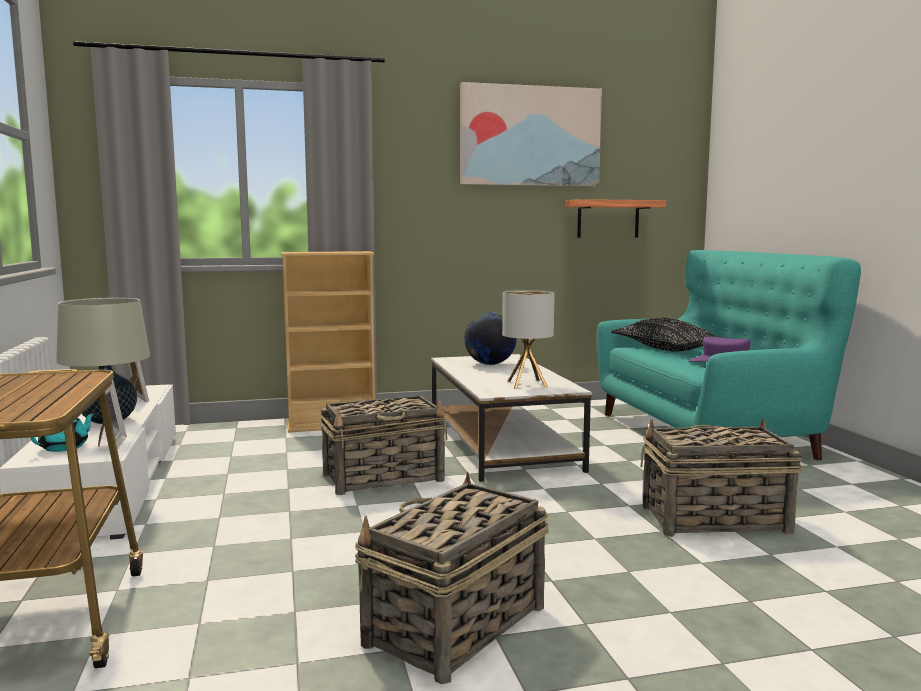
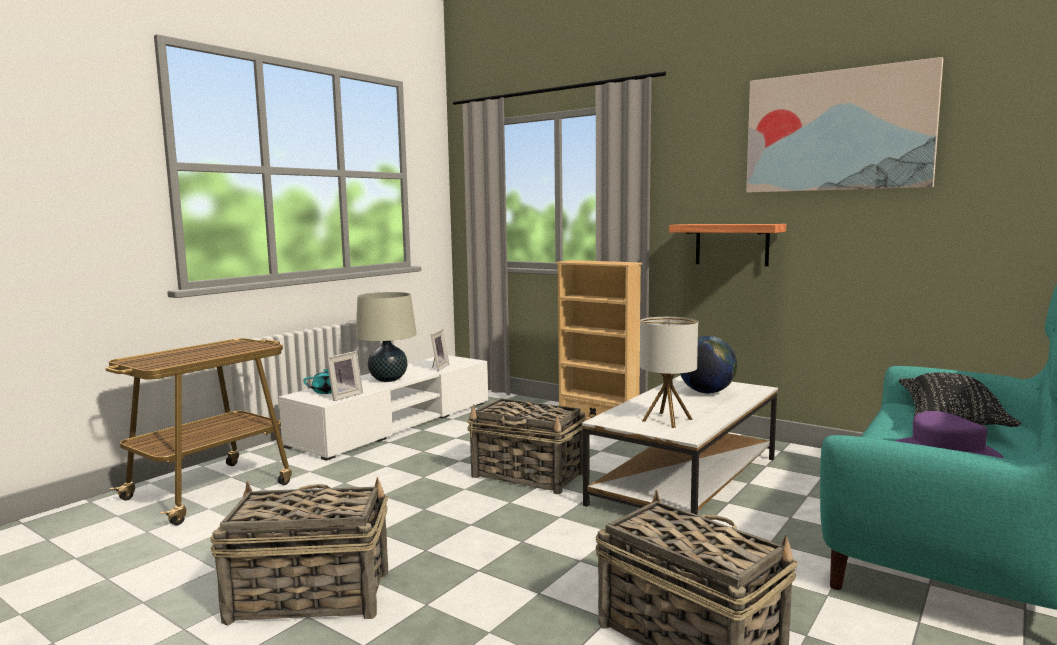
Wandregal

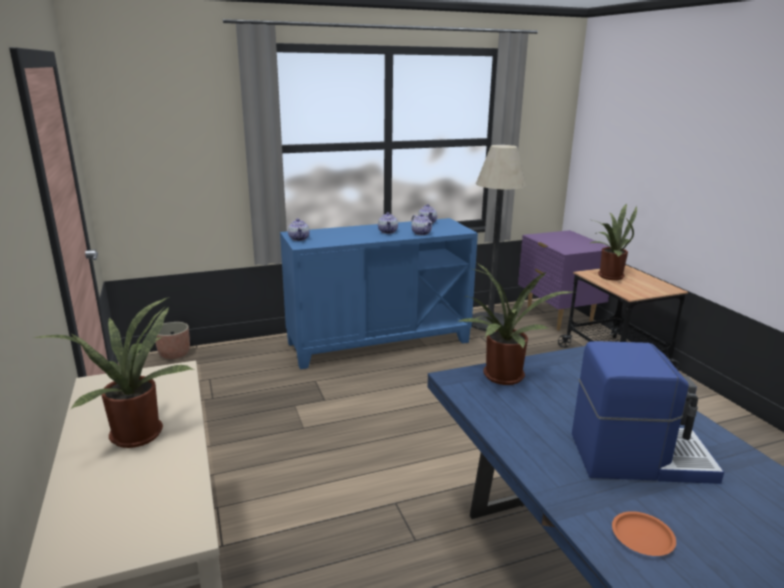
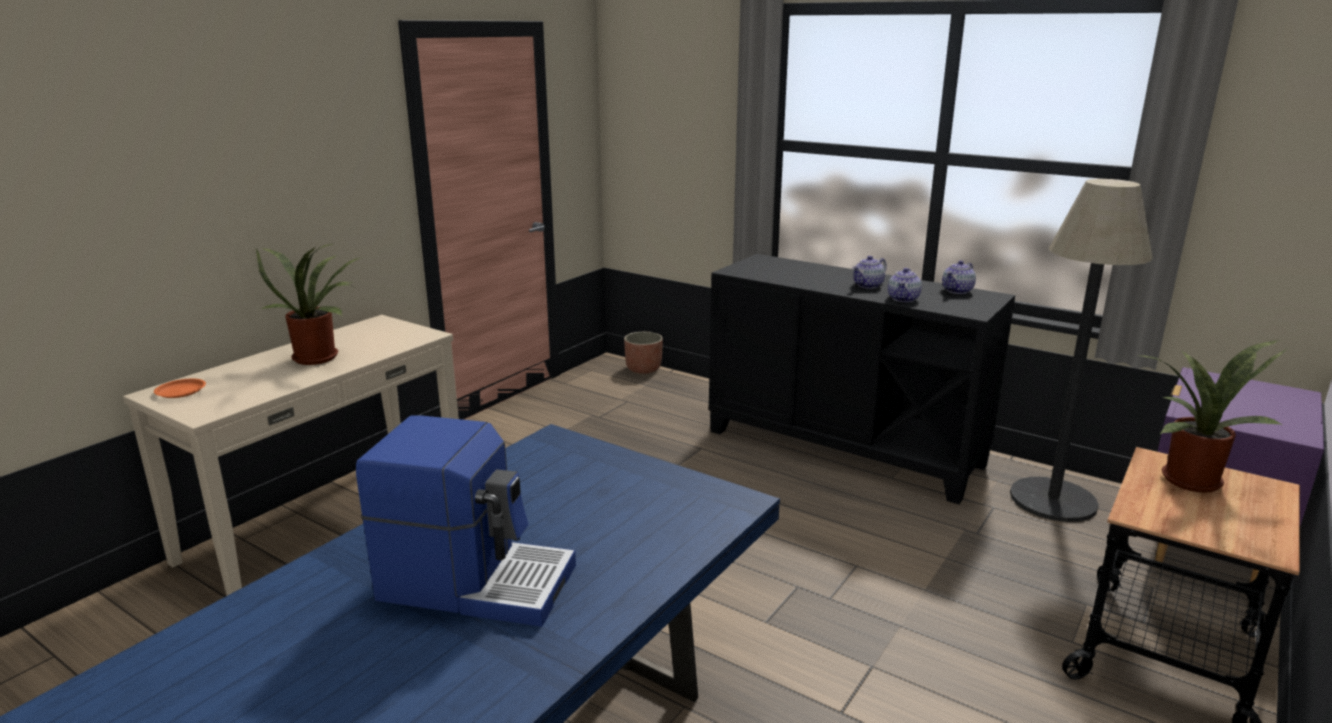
Teekanne (no. 1 from left in the first image)
Topfpflanze (no. 2 from left in the first image)
Teller (orange)
Schrank (schwarz)
Kaffeemaschine

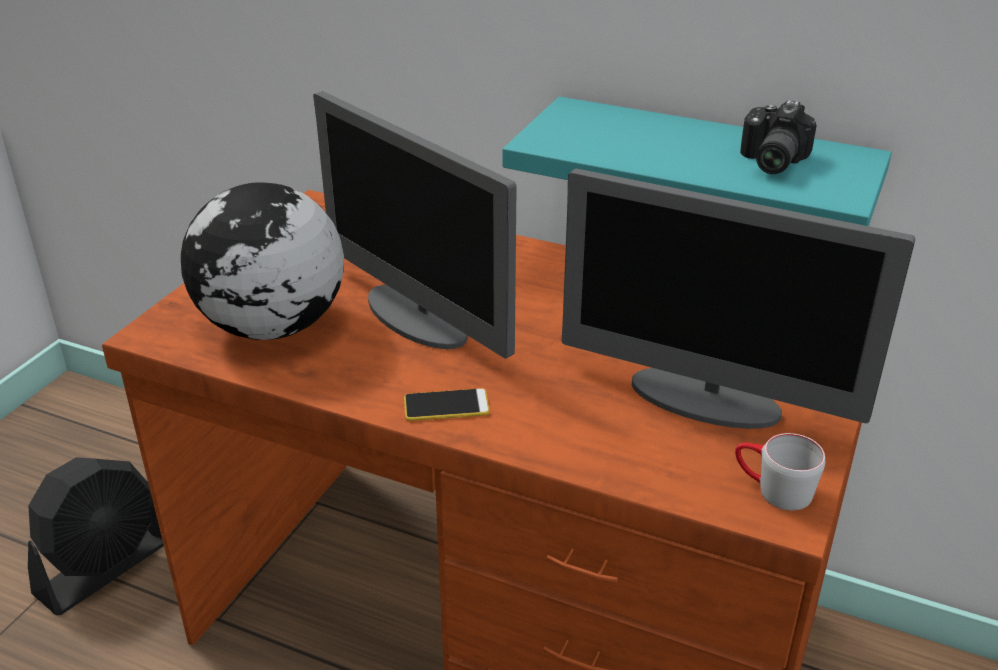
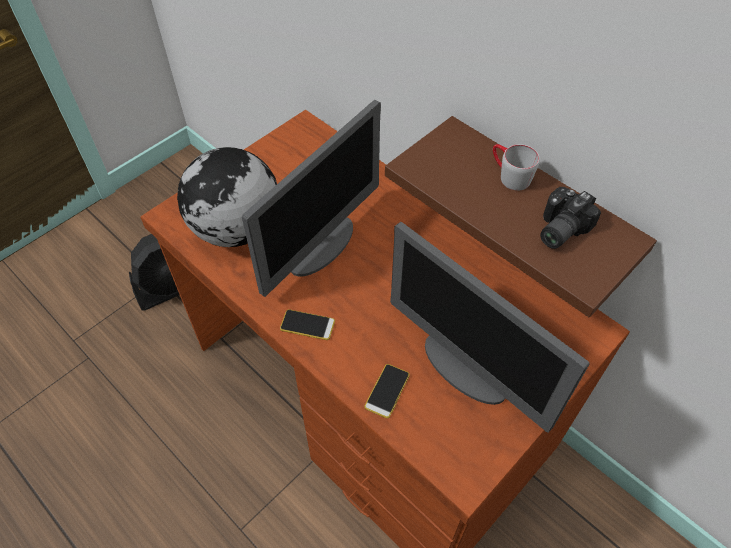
Handy (no. 2 from left)
Henkelbecher (grau)
Wandregal (braun)
Monitor (no. 1 from left)

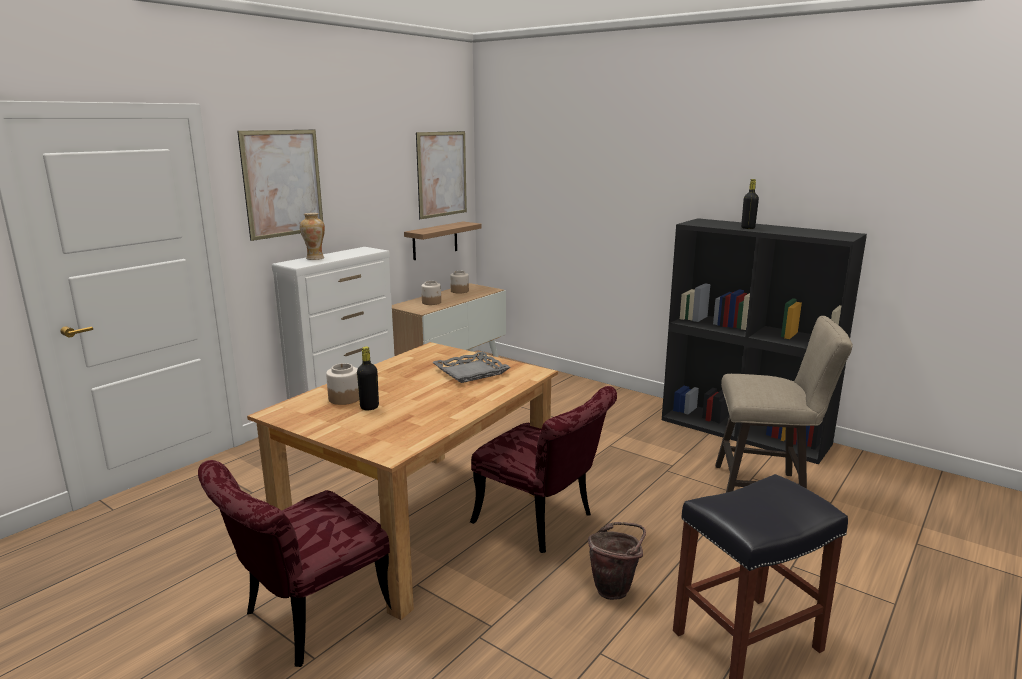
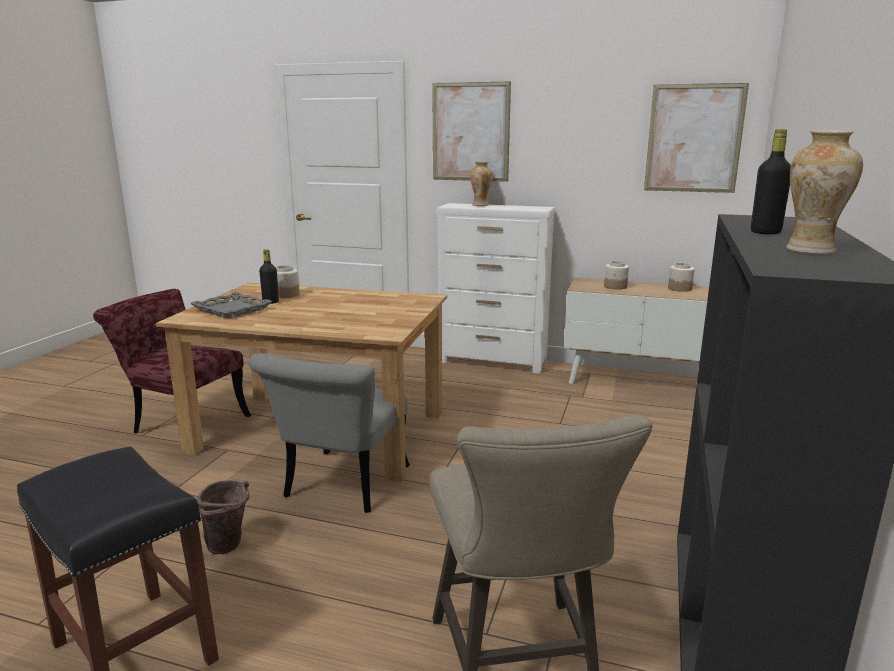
Wandregal
Vase (no. 2 from left)
Tablett (grau)
Stuhl (grau)

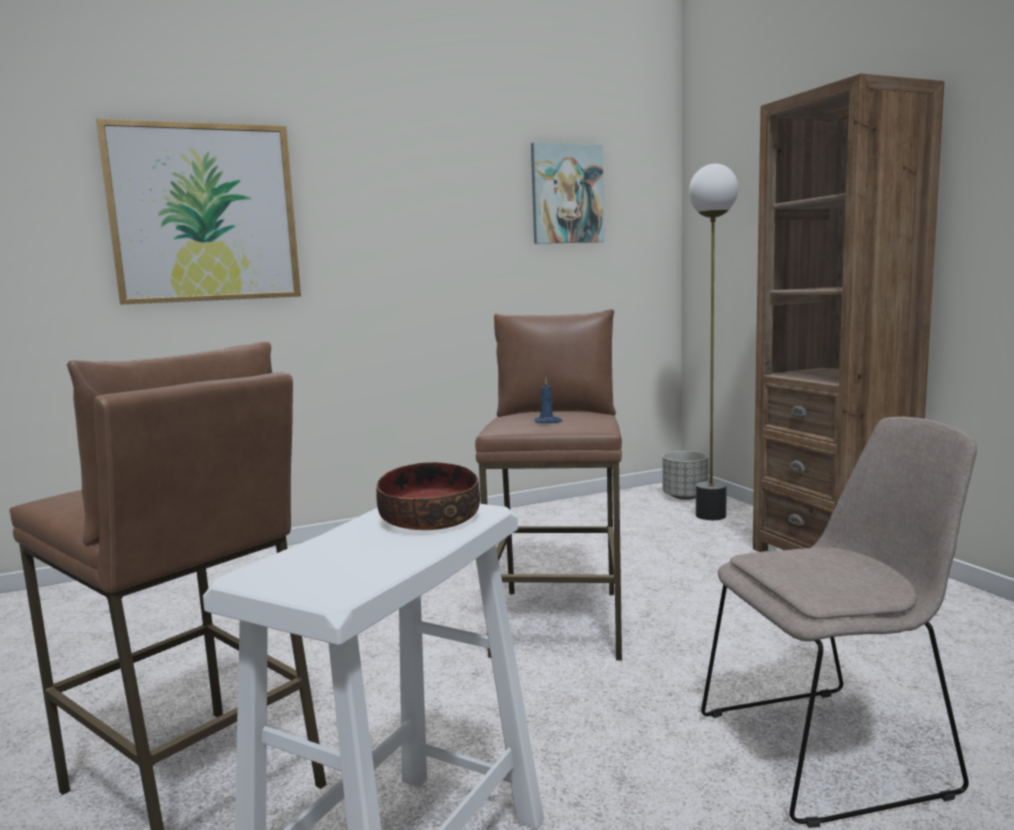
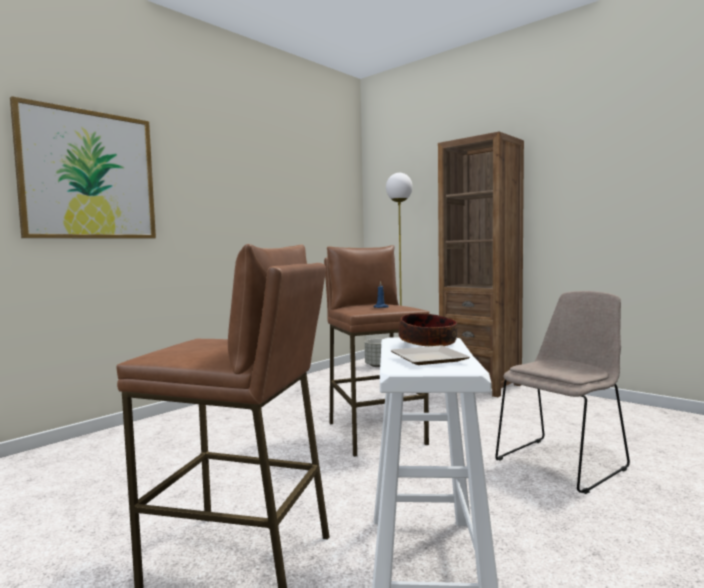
Bild (no. 2 from left in the first image)
Teller

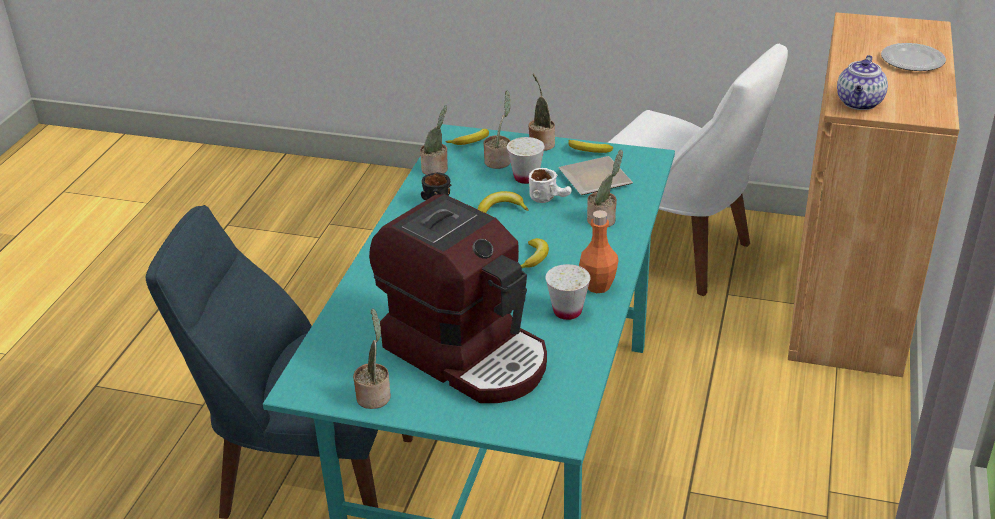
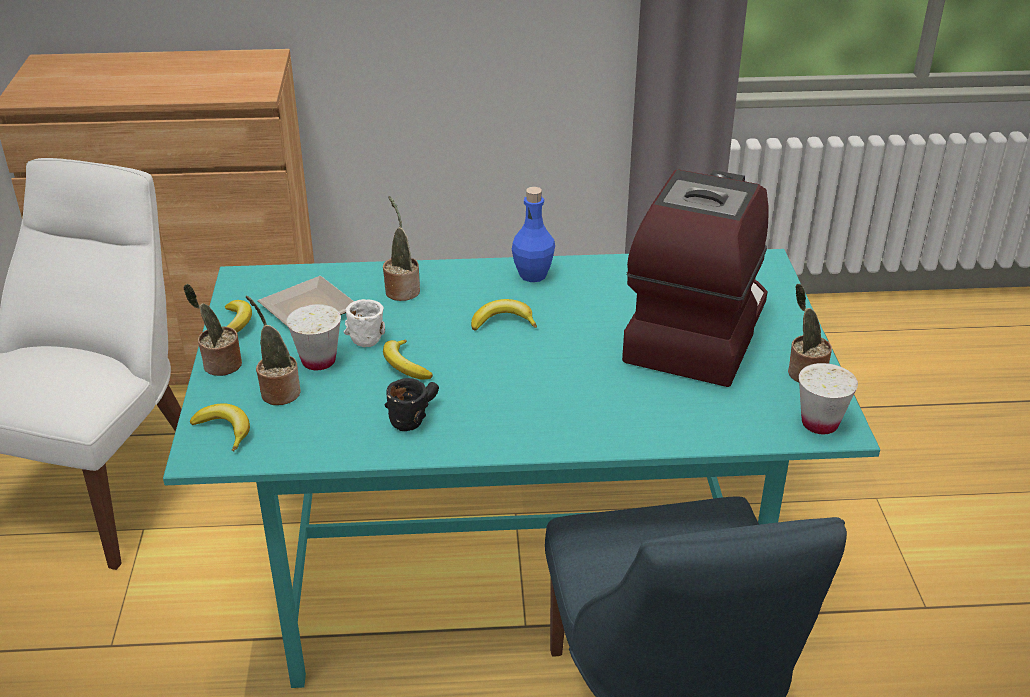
Topfpflanze (no. 2 from left in the first image)
Teekanne
Teller (no. 2 from left in the first image)
Tasse (weiß) (no. 2 from left)
Flasche (blau)

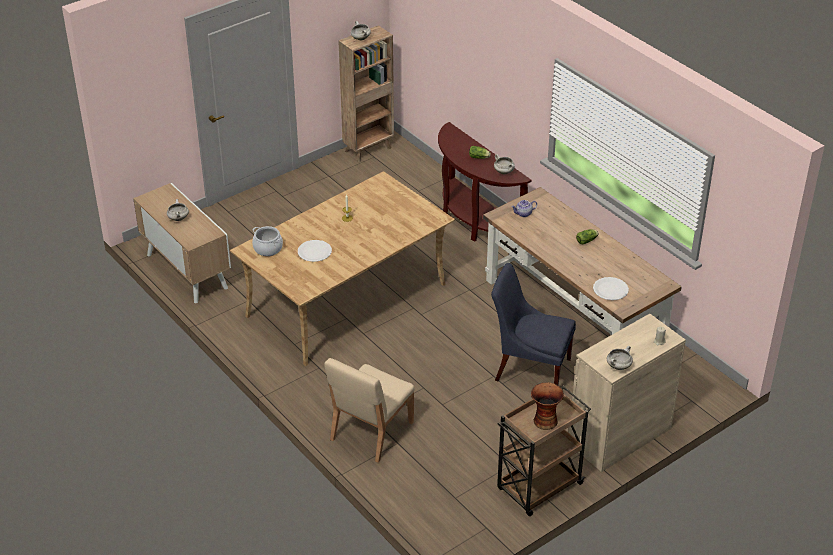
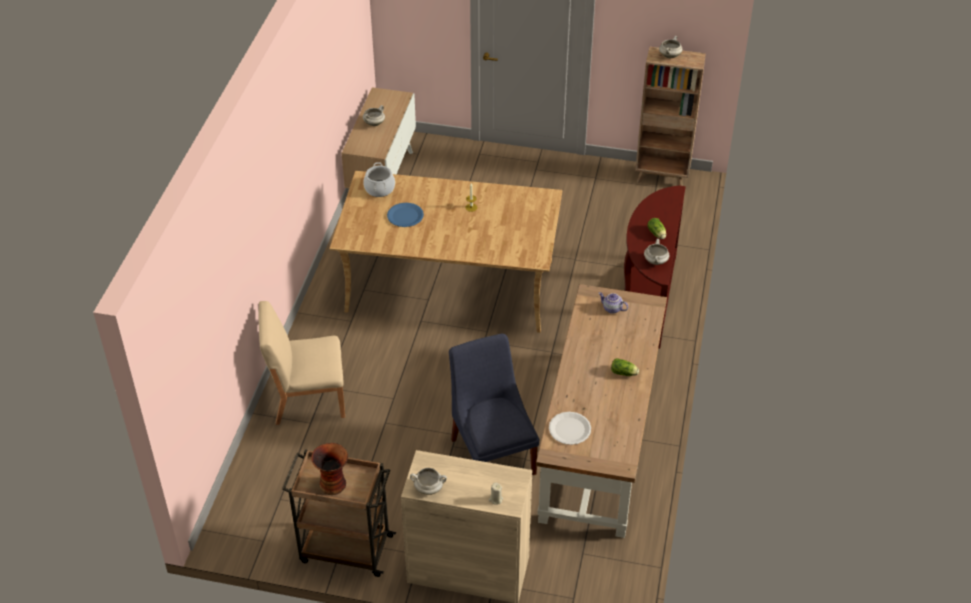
Teller (blau)

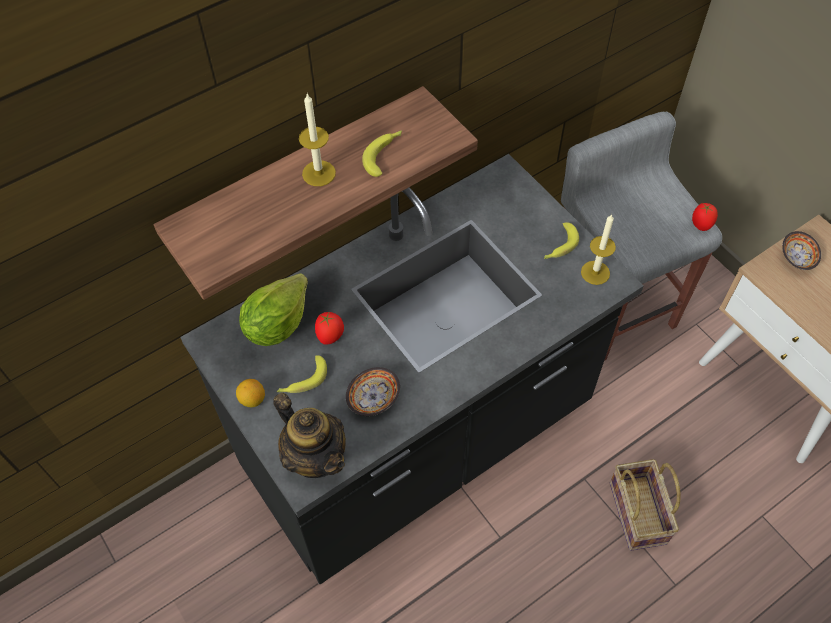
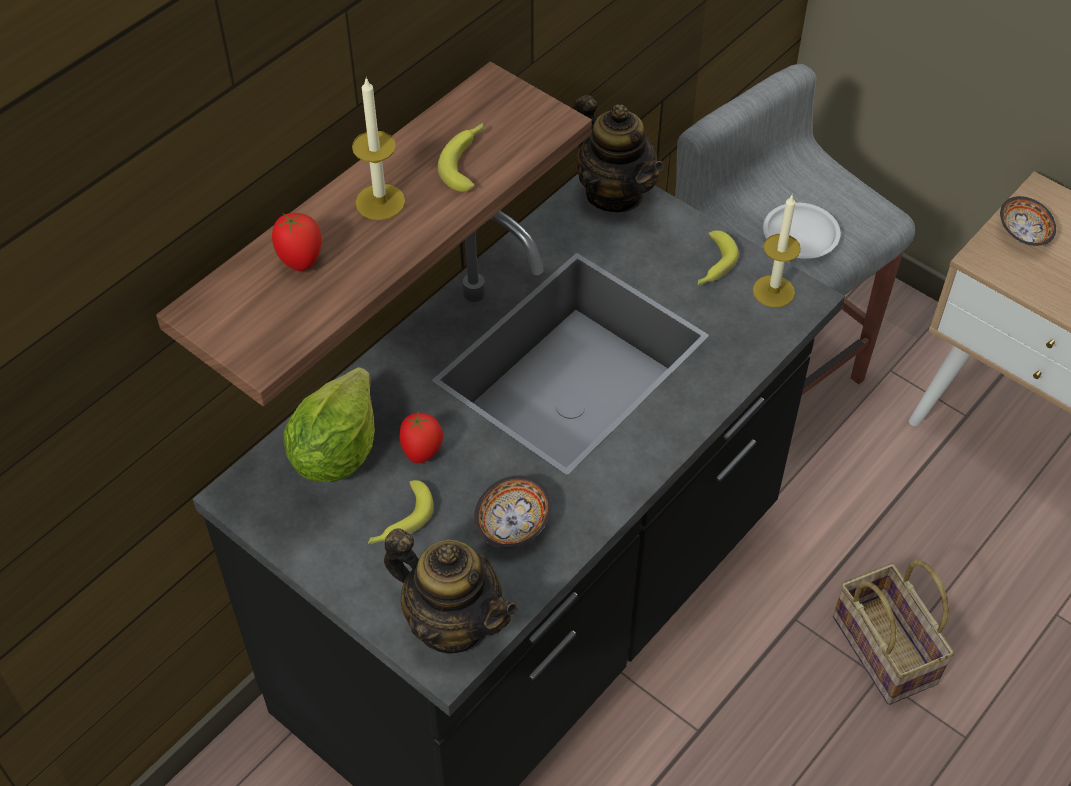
Zitrone
Teekanne (no. 2 from left)
Teller (weiß)
Tomate (no. 1 from left)

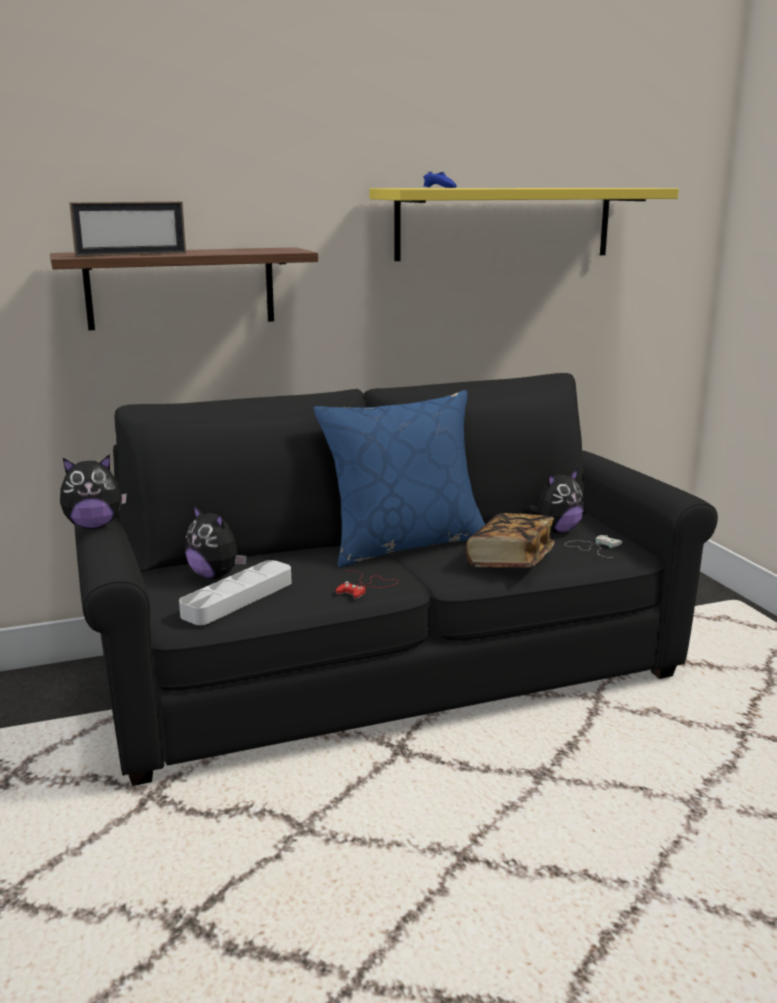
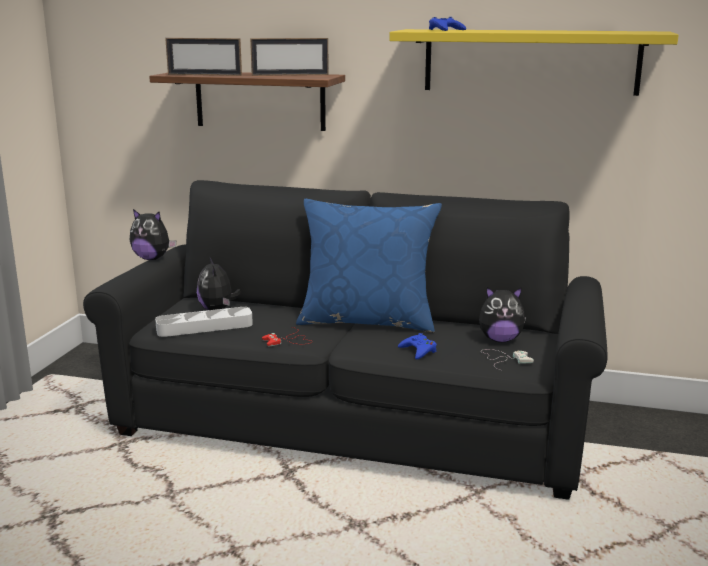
Bilderrahmen (no. 2 from left)
Gamepad (blau) (no. 1 from left)

